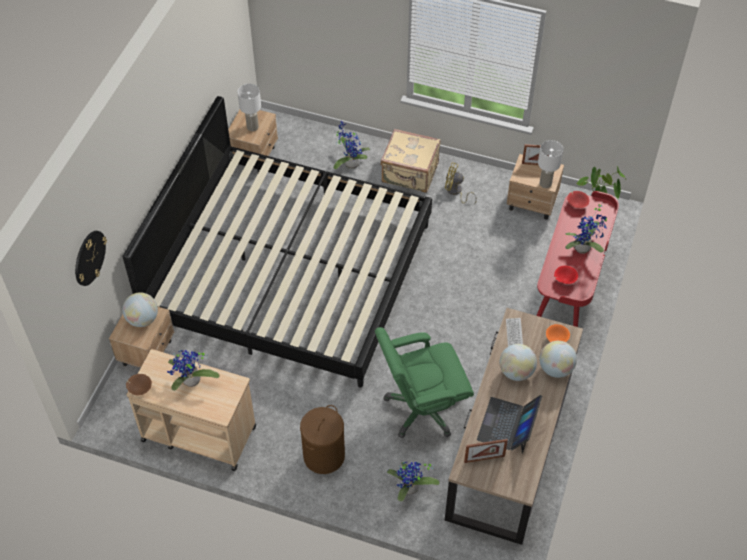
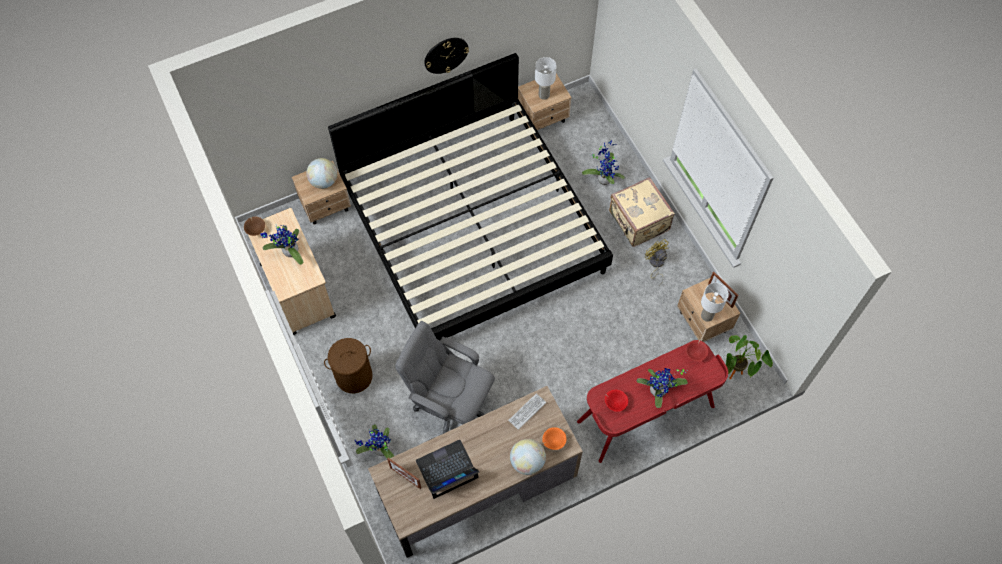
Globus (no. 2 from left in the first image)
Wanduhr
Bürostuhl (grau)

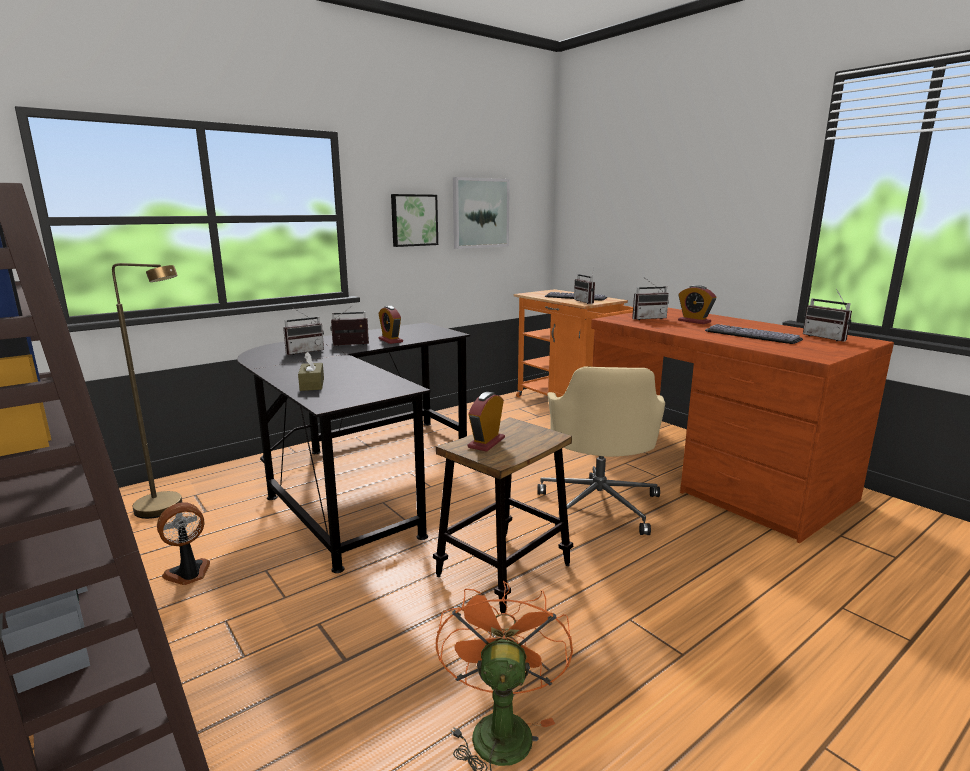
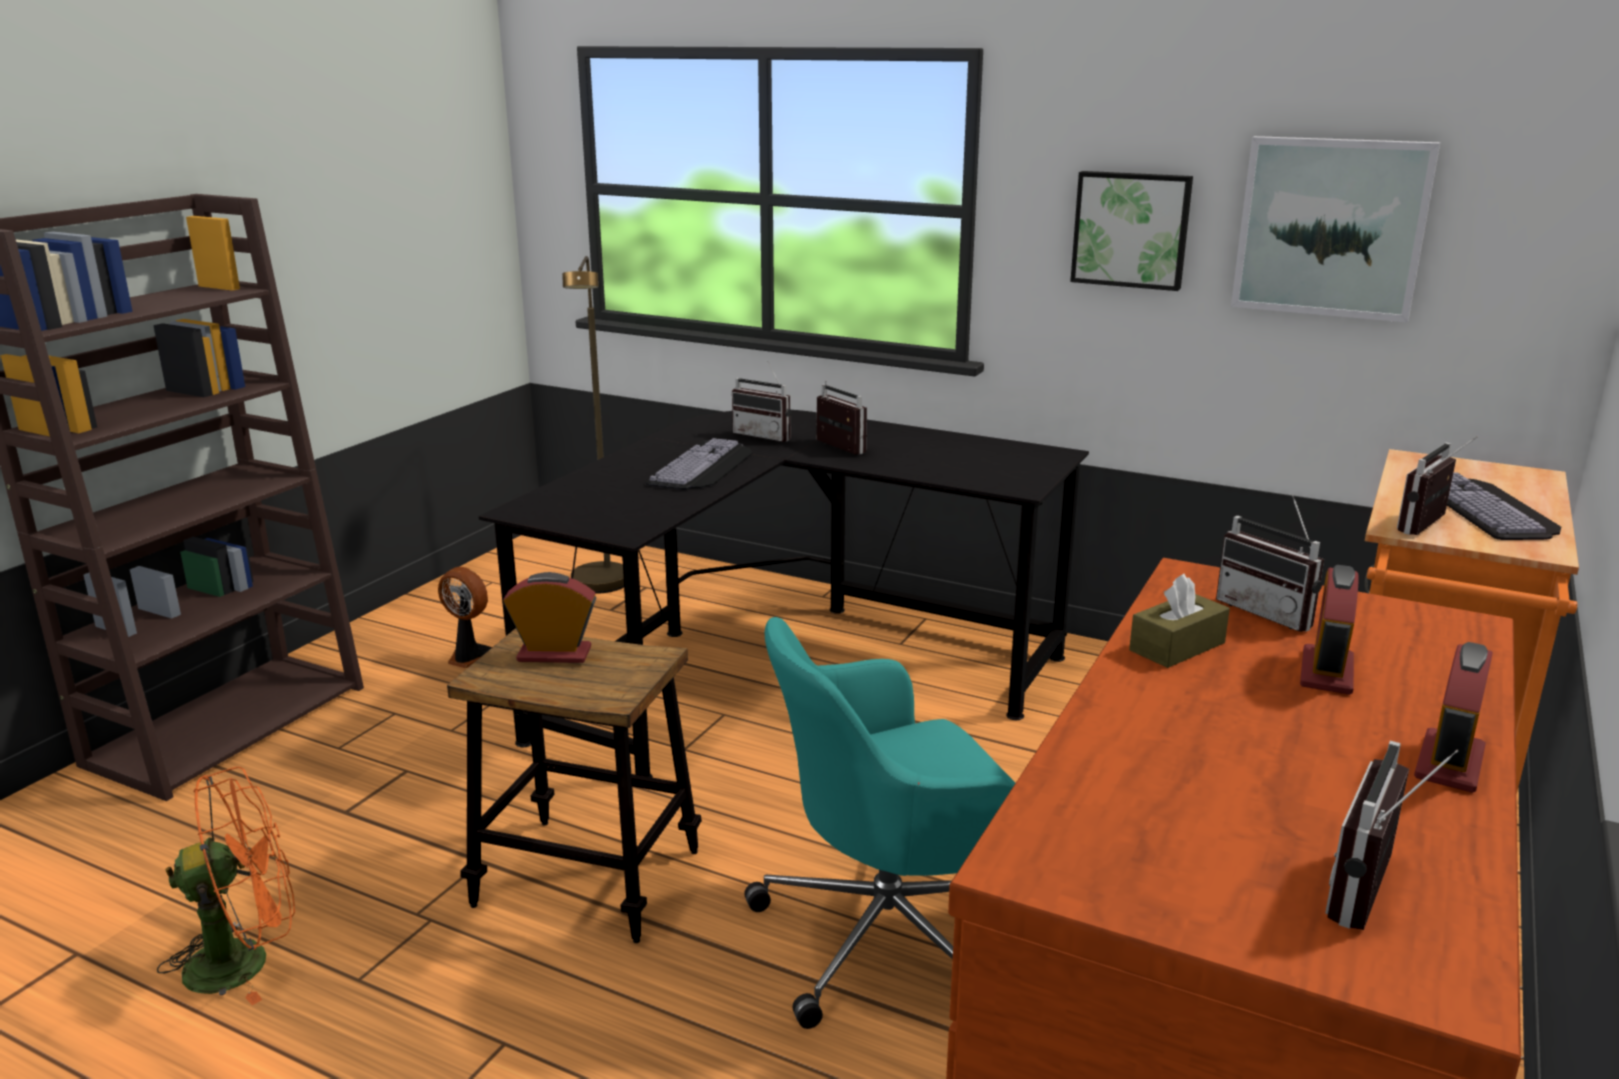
Taschentuchbox (braun)
Wecker (no. 3 from left)
Tastatur (no. 1 from left)
Bürostuhl (türkis)

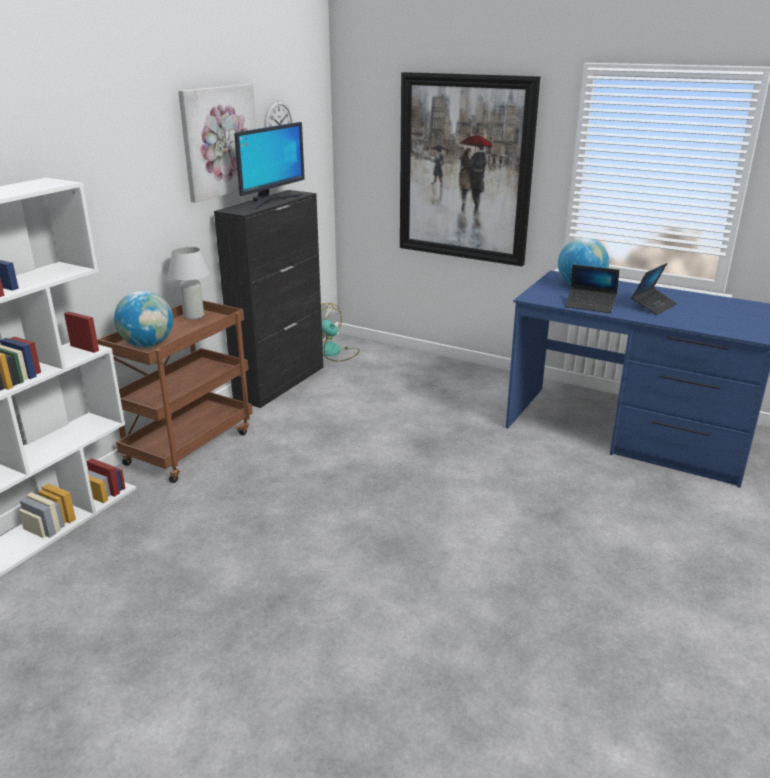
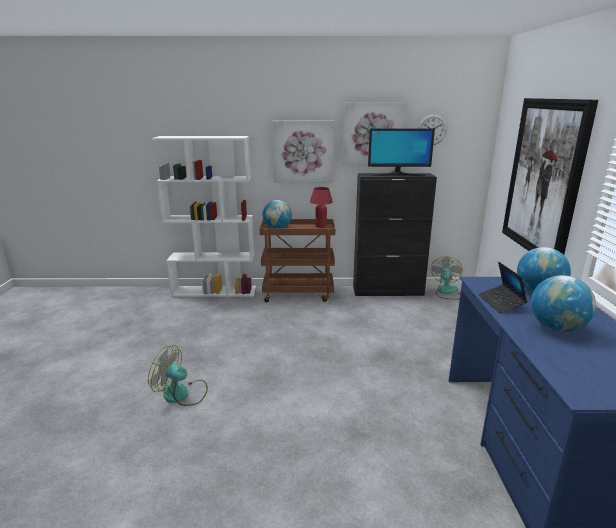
Ventilator (no. 1 from left)
Bild (no. 1 from left)
Globus (no. 3 from left)
Tischlampe (rot)

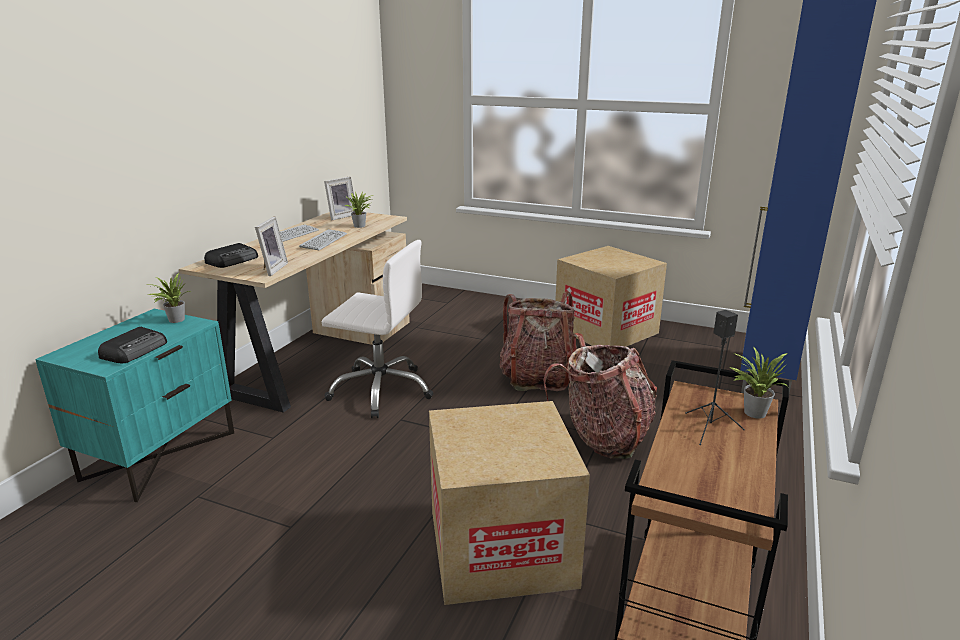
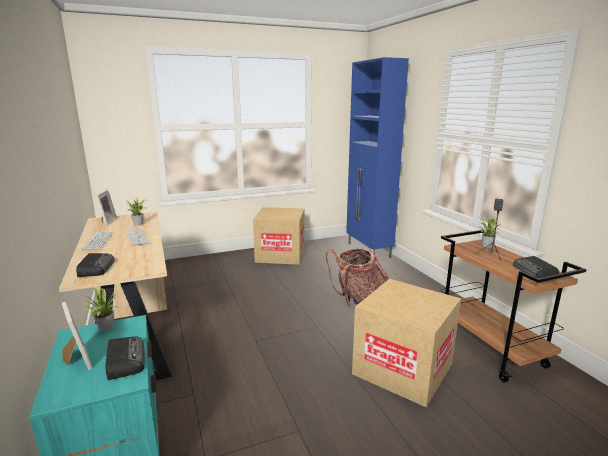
Bürostuhl (weiß)
Rucksack (no. 1 from left in the first image)
Radio (no. 3 from left)
Bilderrahmen (no. 1 from left)

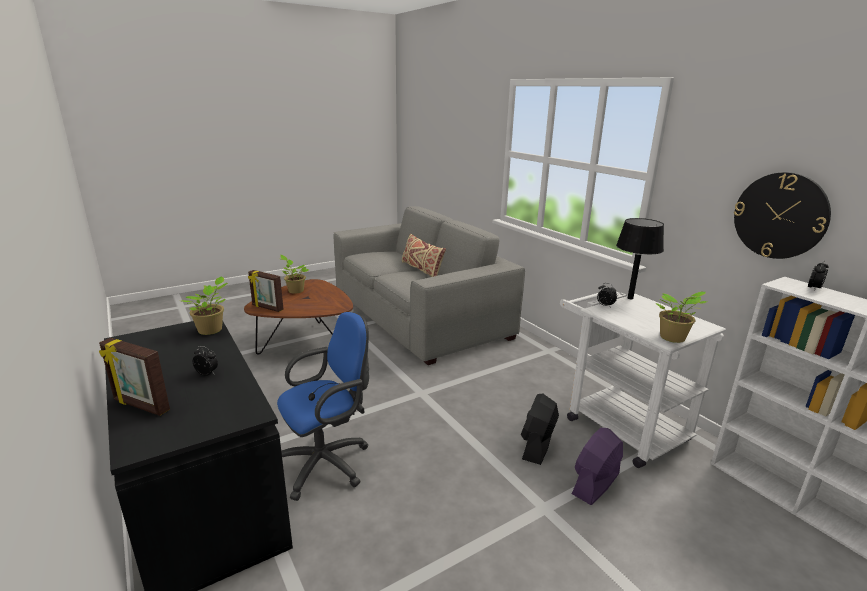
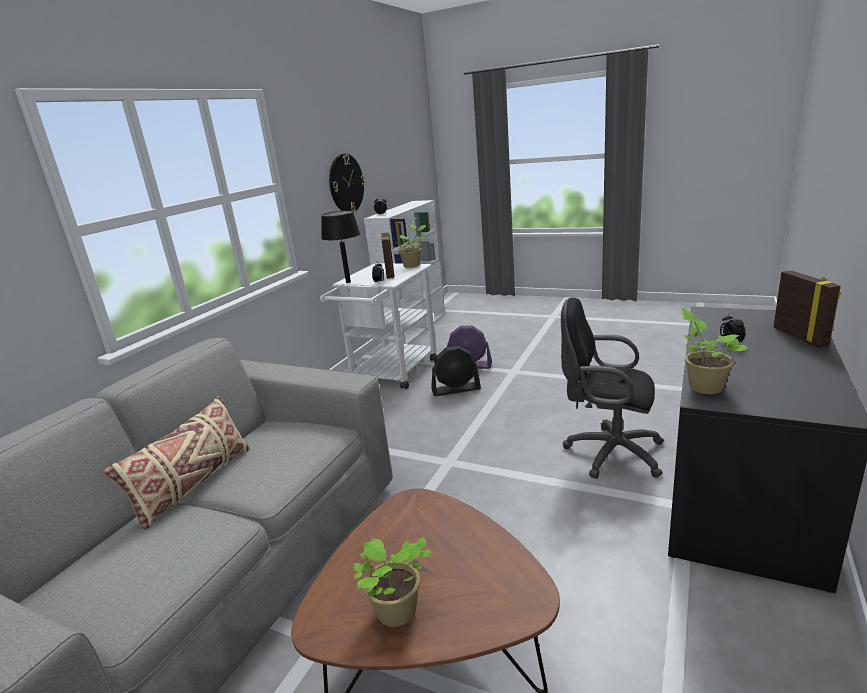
Bilderrahmen (no. 1 from left)
Bürostuhl (schwarz)

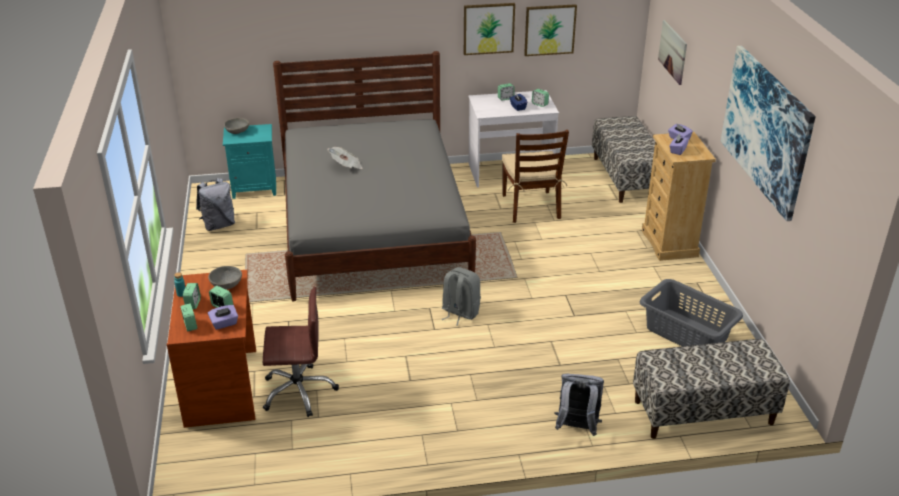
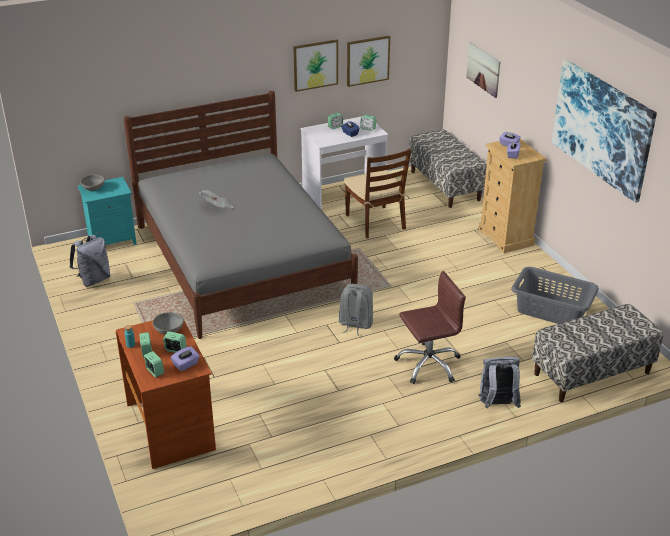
Bürostuhl (braun)

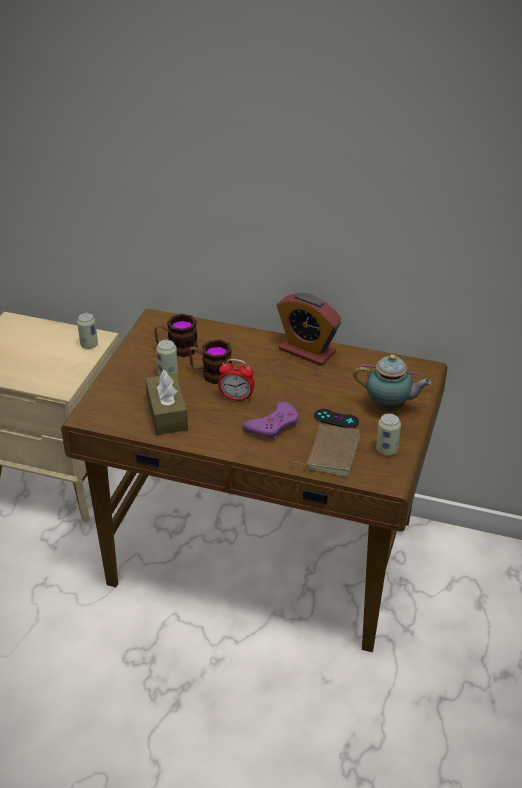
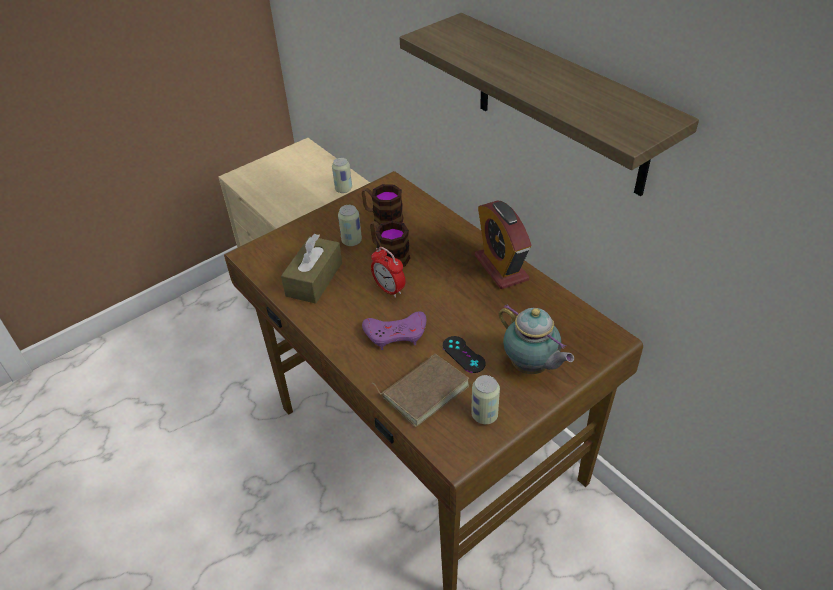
Wandregal

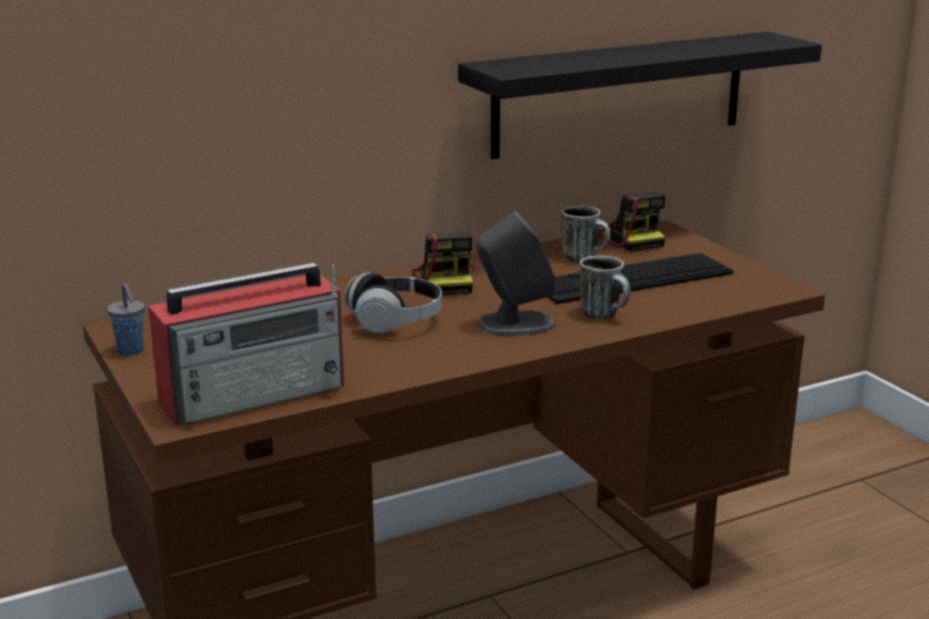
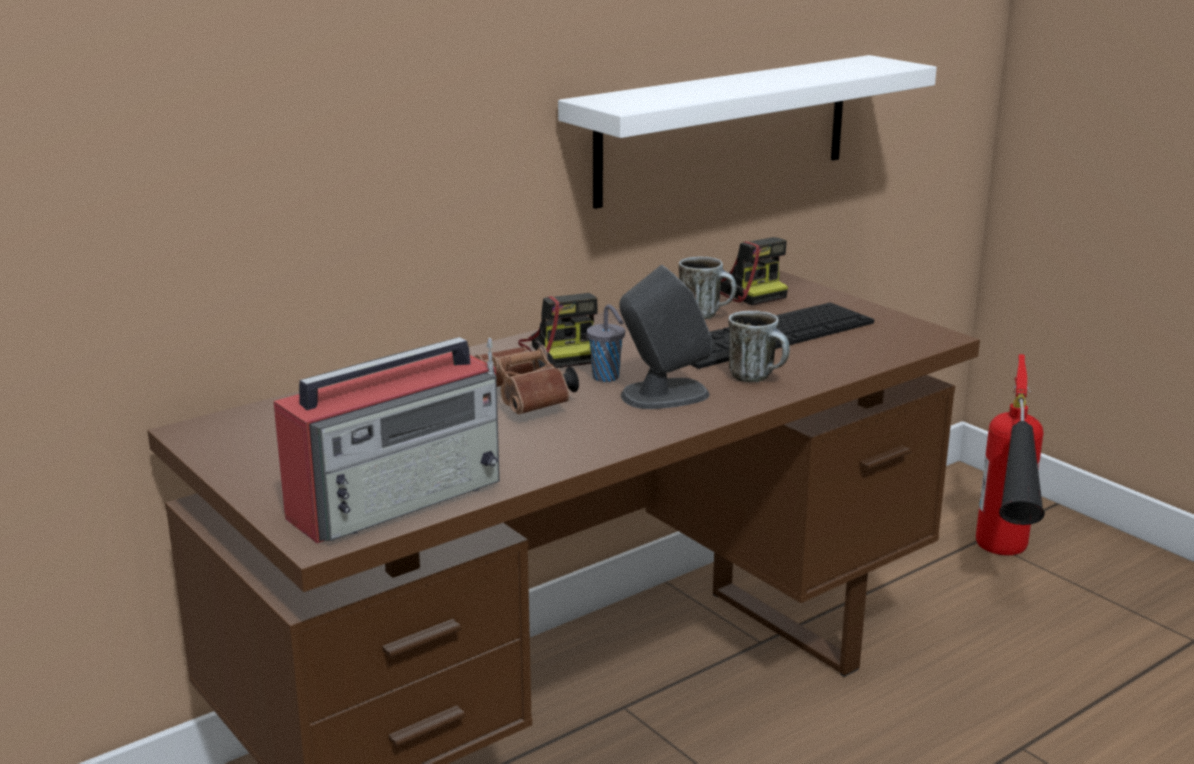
Feuerlöscher
Tasse (grau)
Fernglas (braun)
Wandregal (weiß)

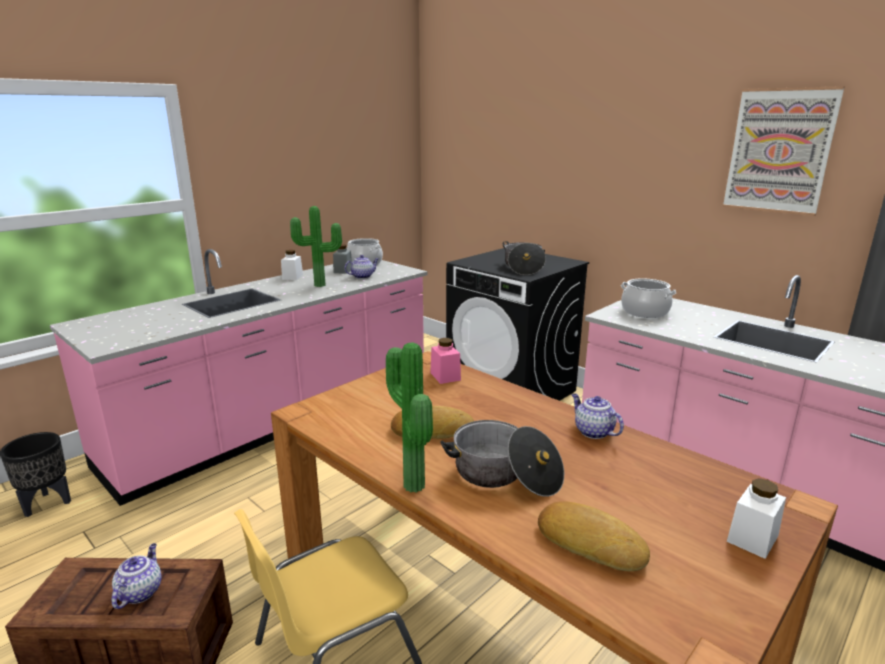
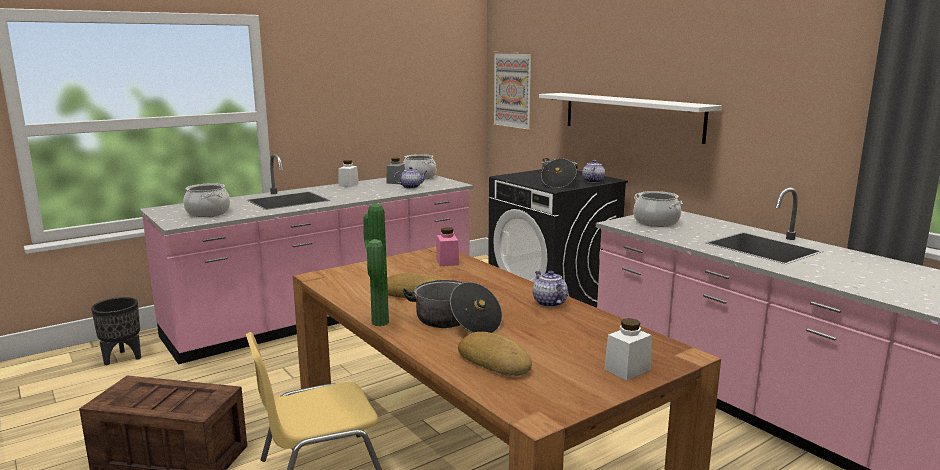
Topfpflanze (no. 1 from left in the first image)
Kochtopf (no. 1 from left)
Wandregal (weiß)
Teekanne (no. 3 from left)
Bild

